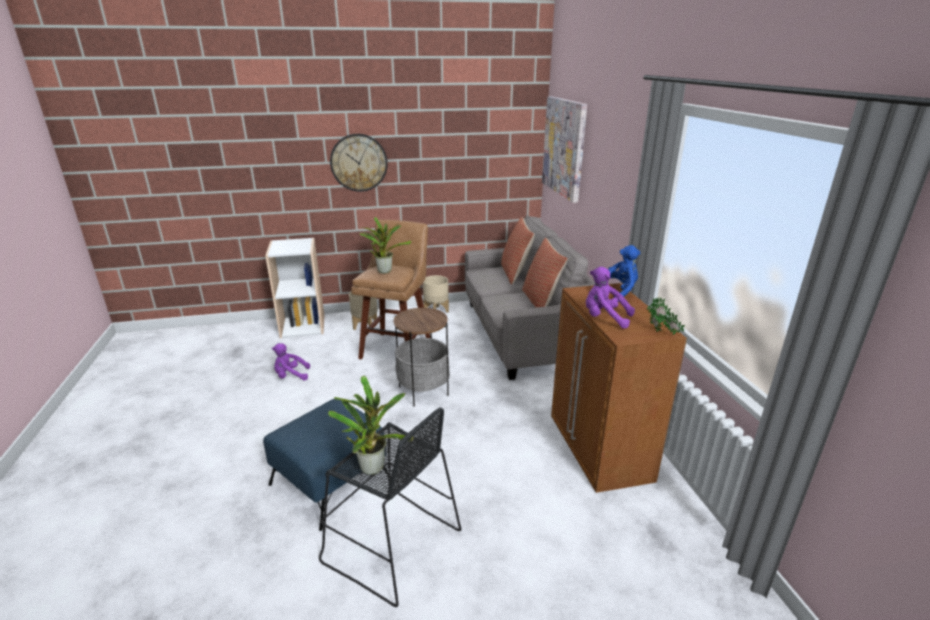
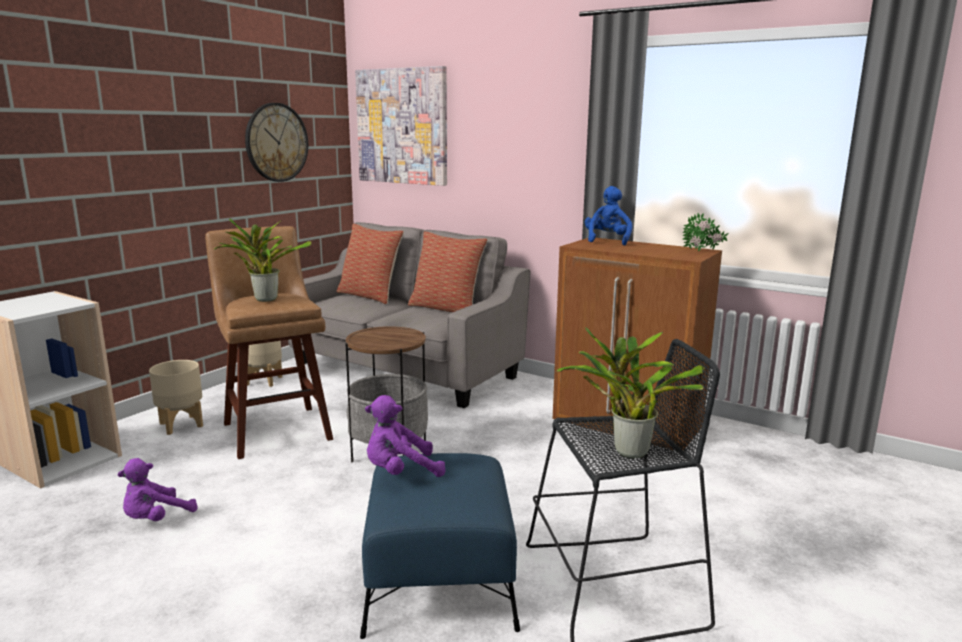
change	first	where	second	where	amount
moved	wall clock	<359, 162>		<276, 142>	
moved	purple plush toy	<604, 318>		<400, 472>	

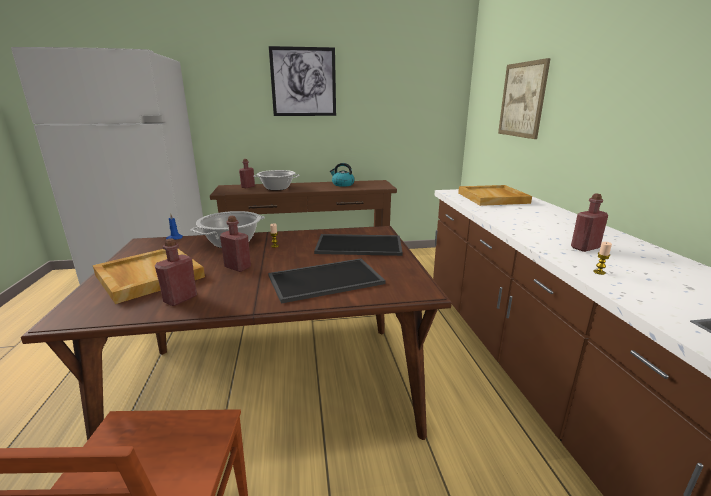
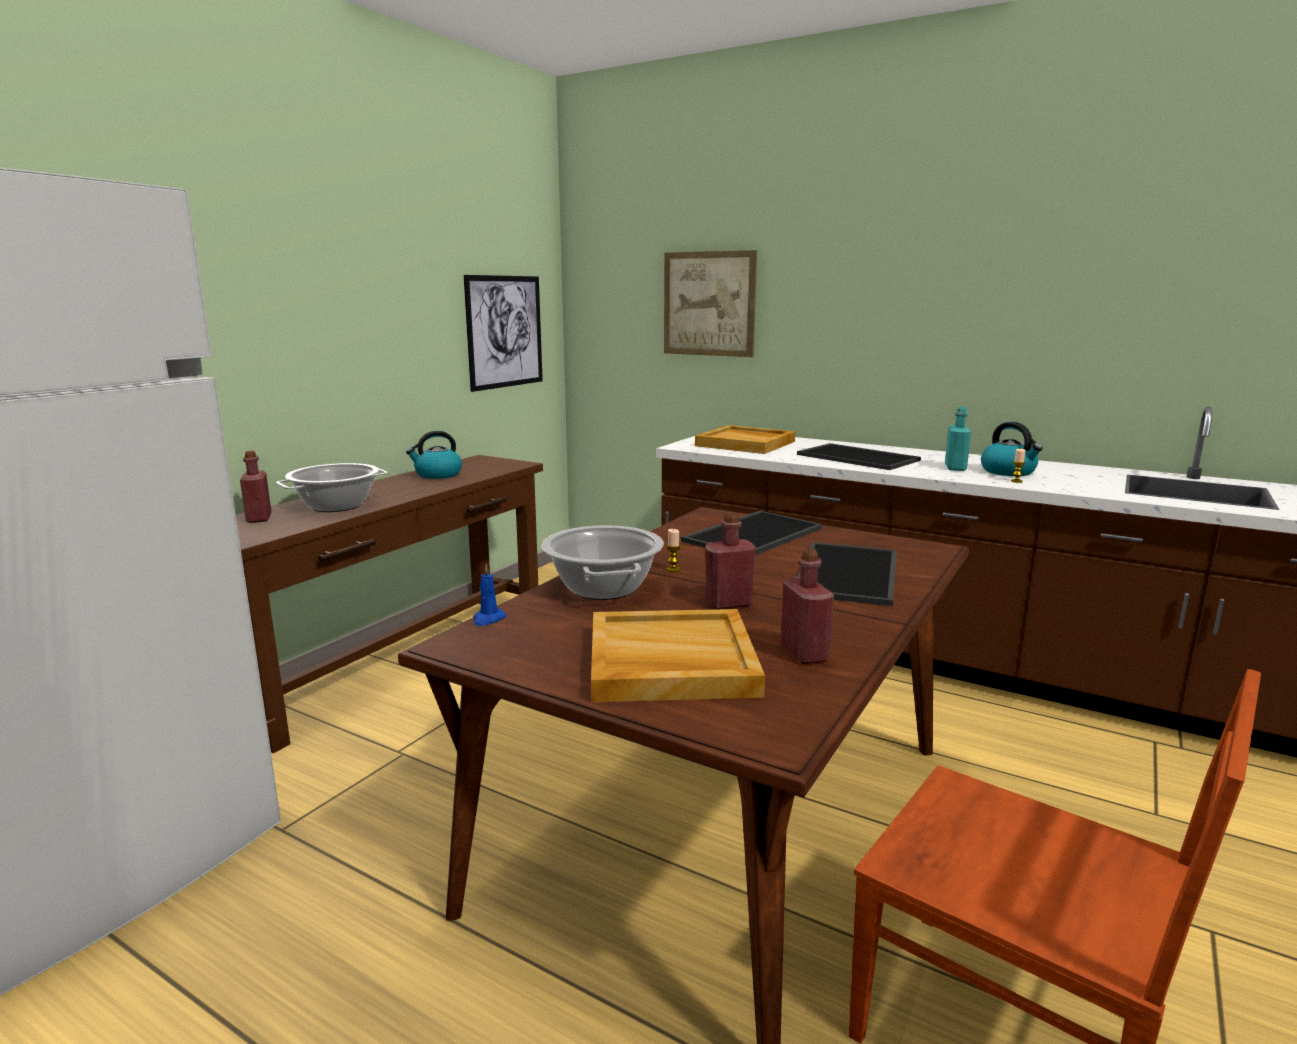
change	first	where	second	where	amount
added			tray	<859, 457>	
added			kettle	<1009, 472>	
moved	picture	<303, 82>		<505, 331>	
recoloured	red bottle	<585, 248>	turquoise bottle	<955, 468>	

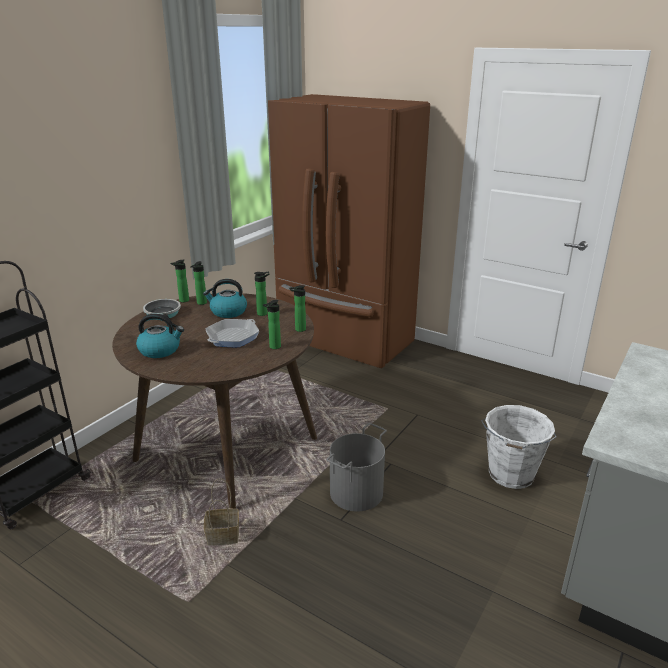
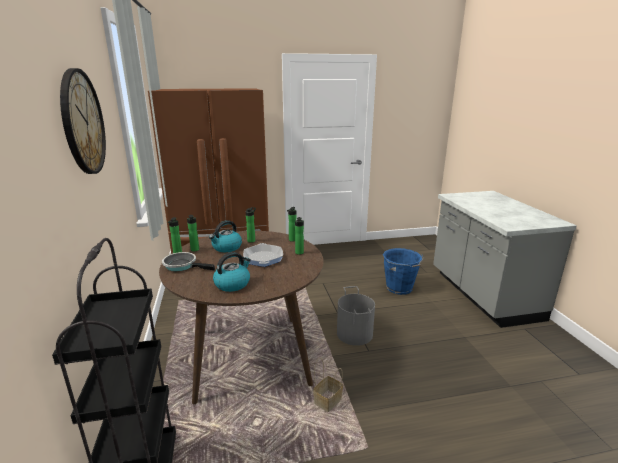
change	first	where	second	where	amount
added			wall clock	<82, 123>	
recoloured	white bucket	<510, 475>	blue bucket	<399, 288>	

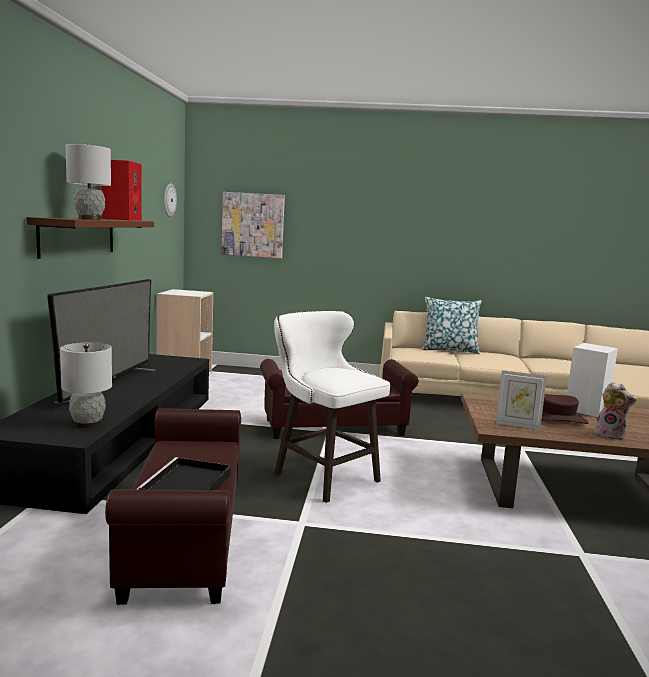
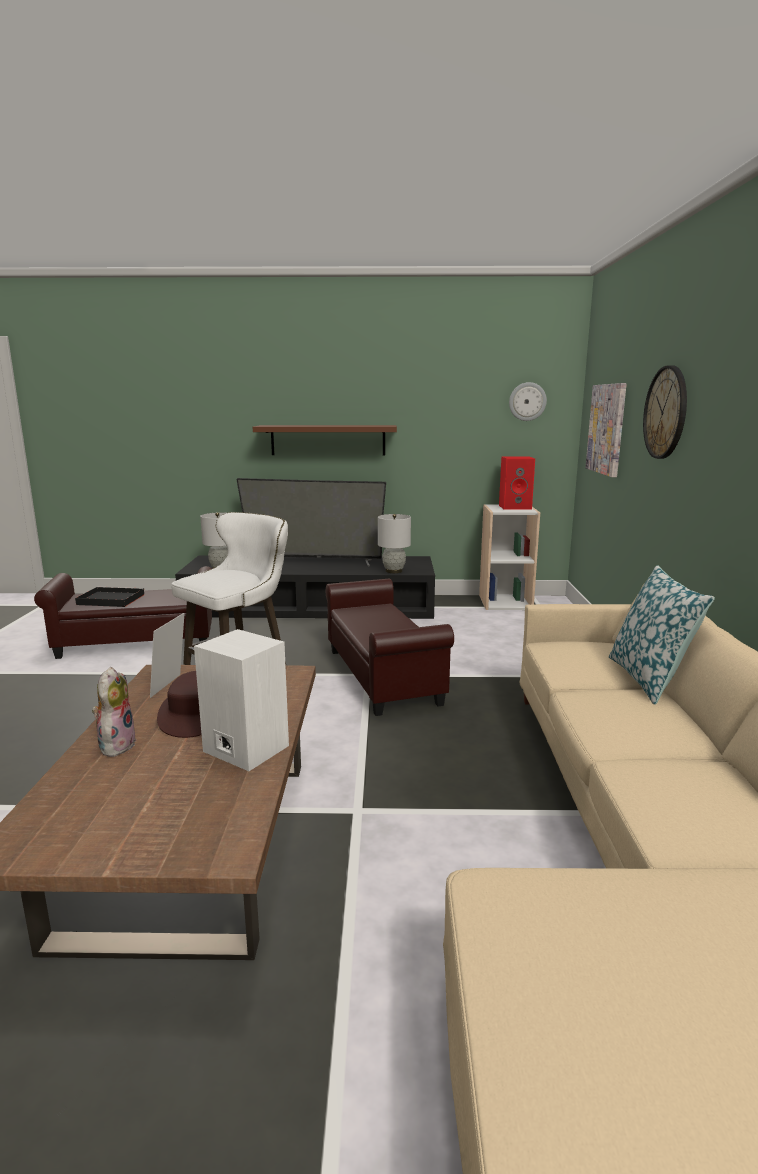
change	first	where	second	where	amount
added			wall clock	<666, 412>	
moved	white table lamp	<89, 219>		<393, 571>	
moved	red speaker	<121, 219>		<515, 507>	
turned	plush toy	<610, 435>		<116, 745>	150 degrees clockwise

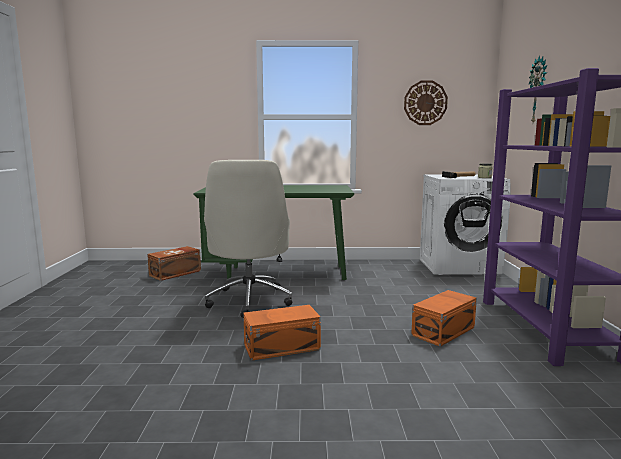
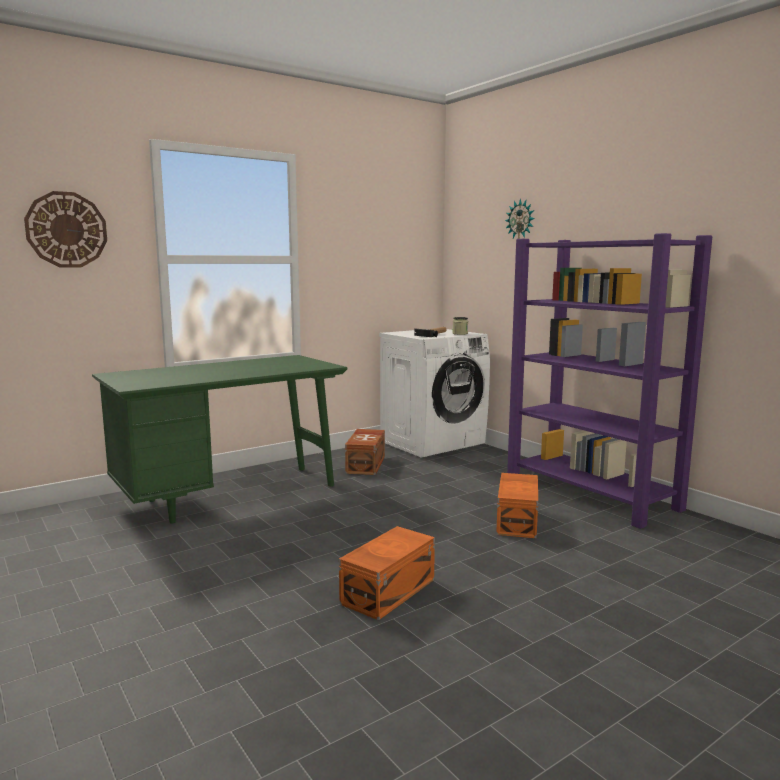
change	first	where	second	where	amount
removed	beige office chair	<249, 301>			
moved	brown storage box	<176, 273>		<366, 464>	
moved	wall clock	<425, 103>		<66, 230>	

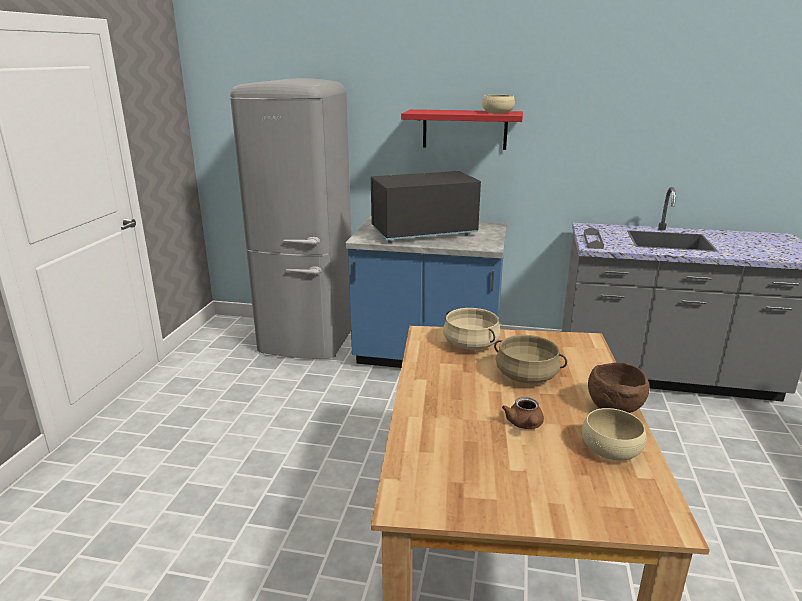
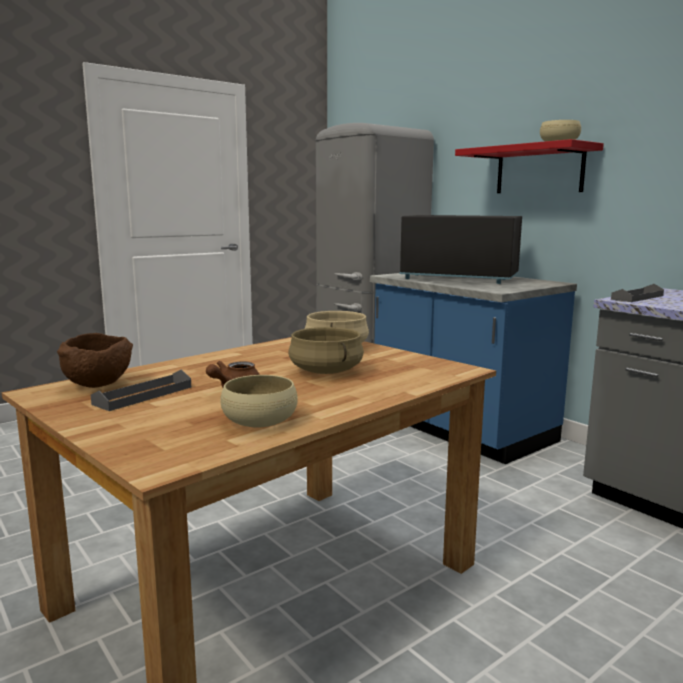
change	first	where	second	where	amount
added			grey tray	<143, 395>	
moved	brown bowl	<613, 407>		<99, 384>	

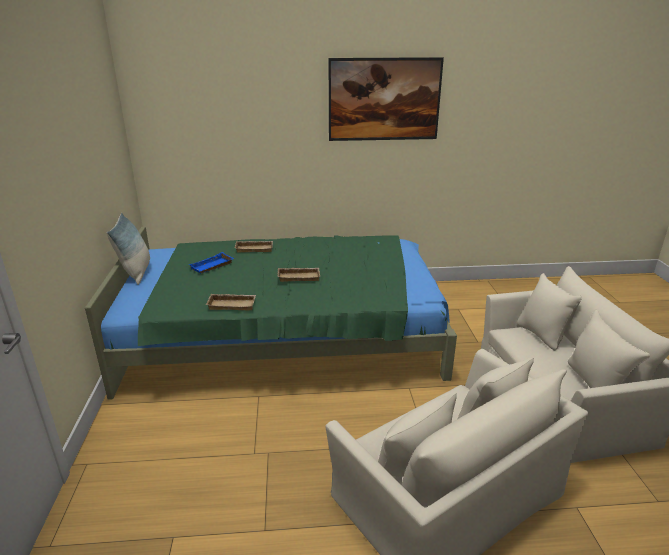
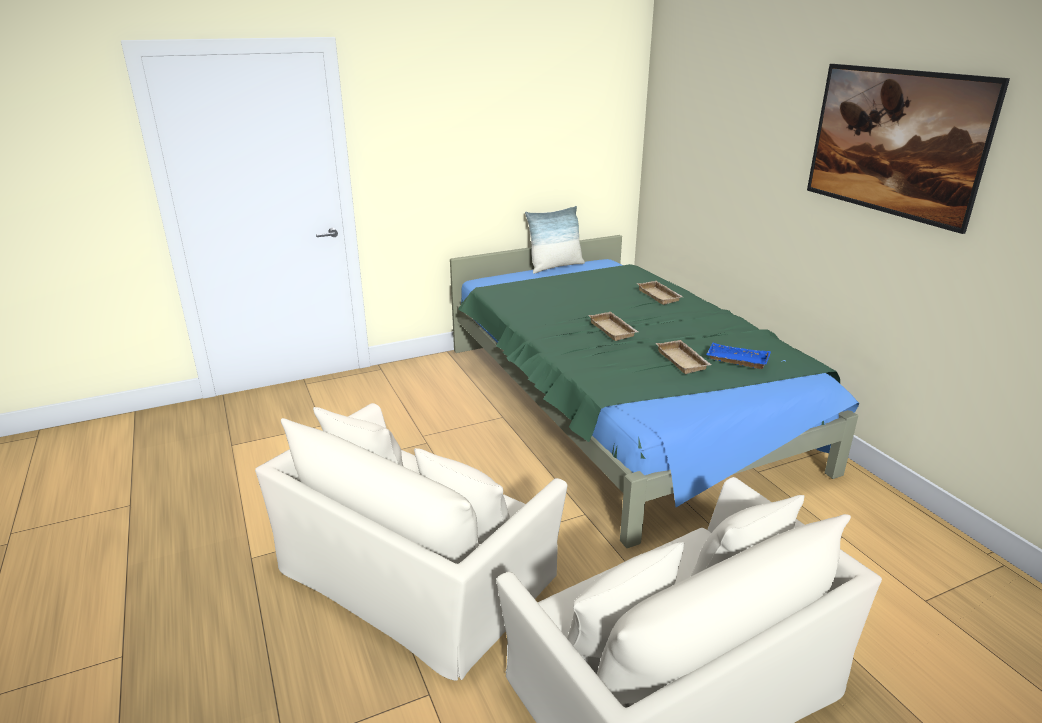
change	first	where	second	where	amount
moved	blue tray	<212, 266>		<736, 360>	
moved	beige tray	<232, 304>		<684, 361>	

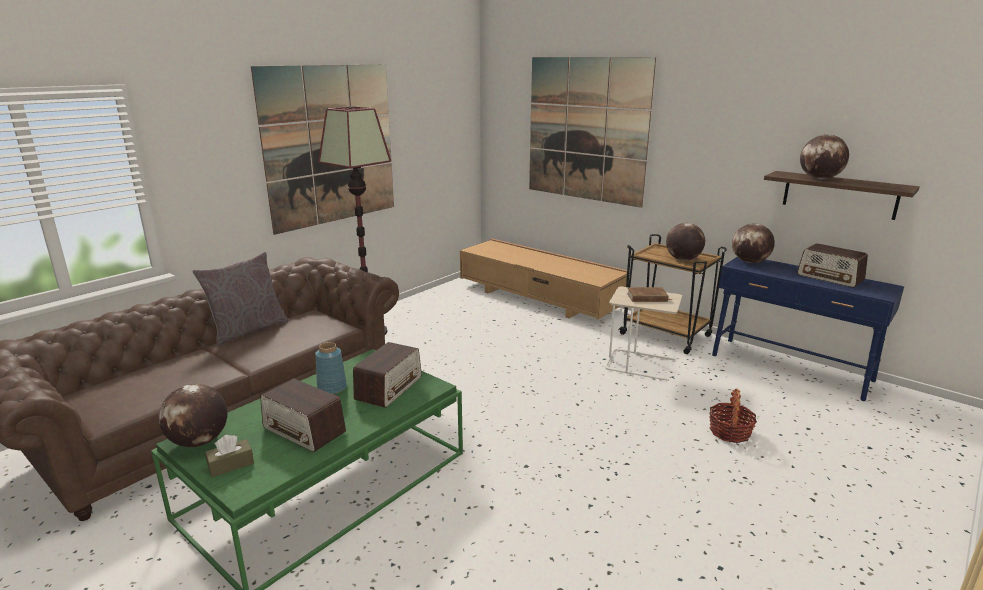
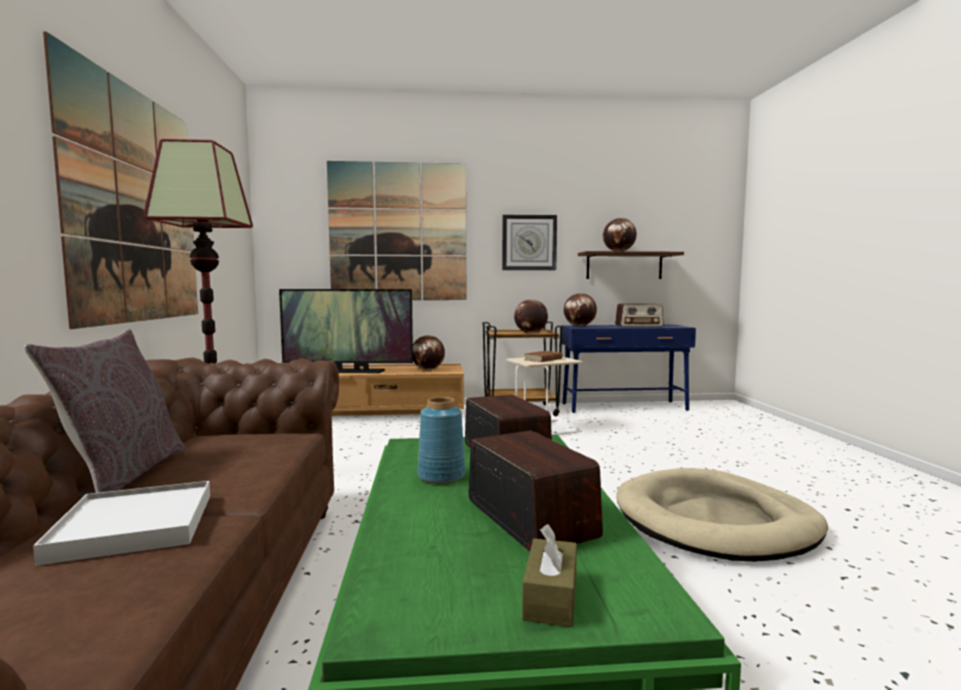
change	first	where	second	where	amount
removed	basket	<730, 432>			
added			white tray	<135, 526>	
added			television	<348, 371>	
added			wall clock	<529, 242>	
added			beige dog bed	<715, 521>	
moved	globe	<199, 442>		<428, 369>	
turned	radio	<304, 430>		<529, 517>	105 degrees counterclockwise

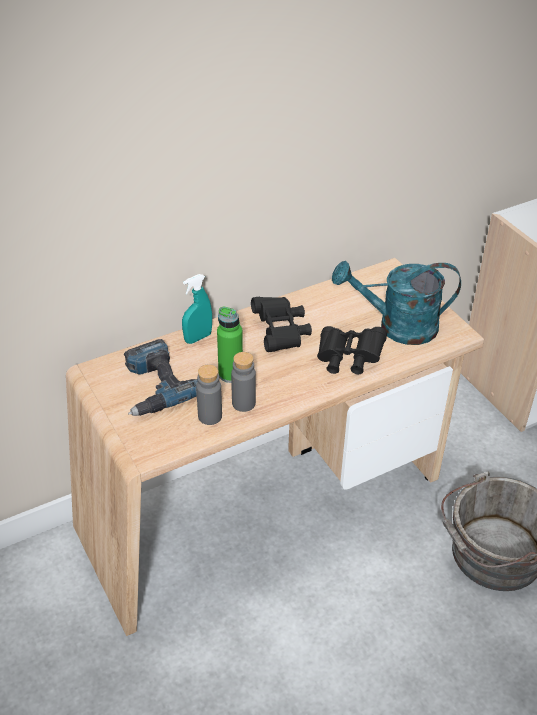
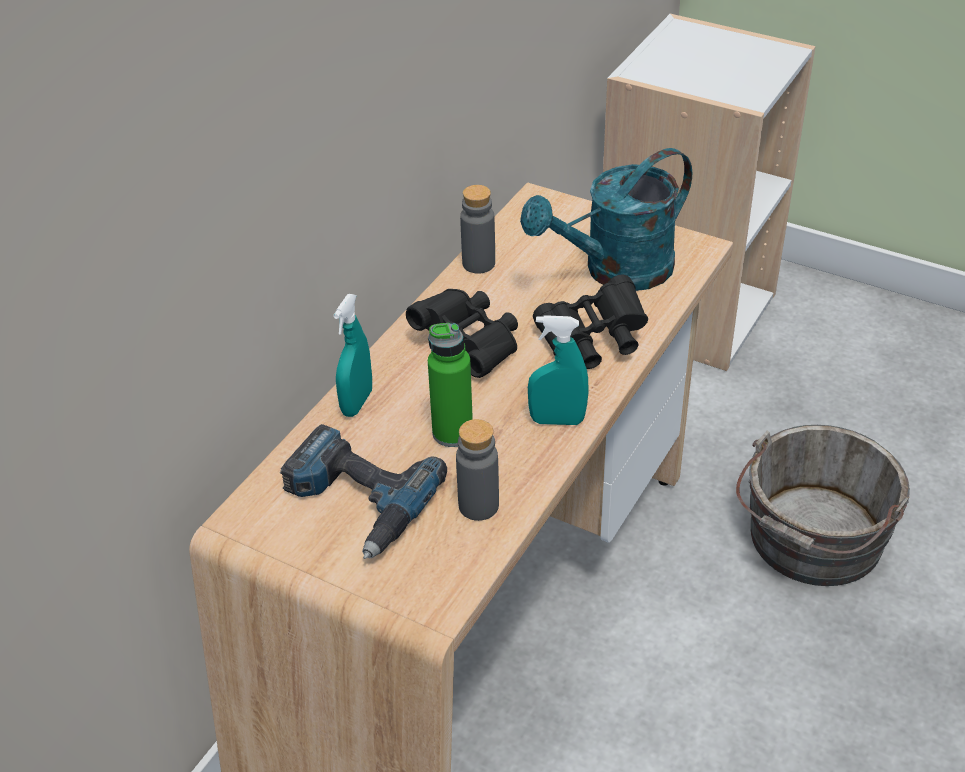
change	first	where	second	where	amount
added			turquoise spray bottle	<557, 420>	
moved	grey bottle	<243, 403>		<478, 263>	

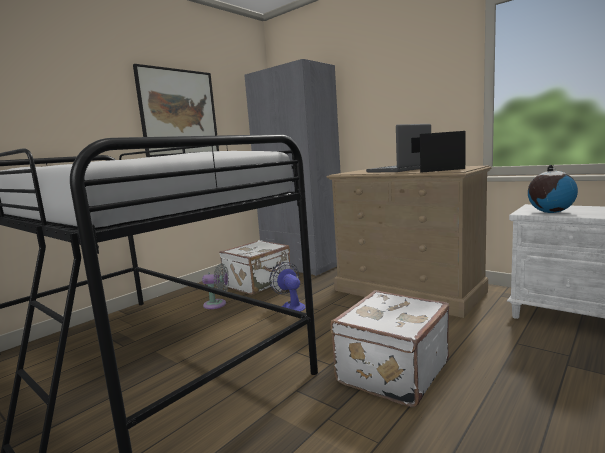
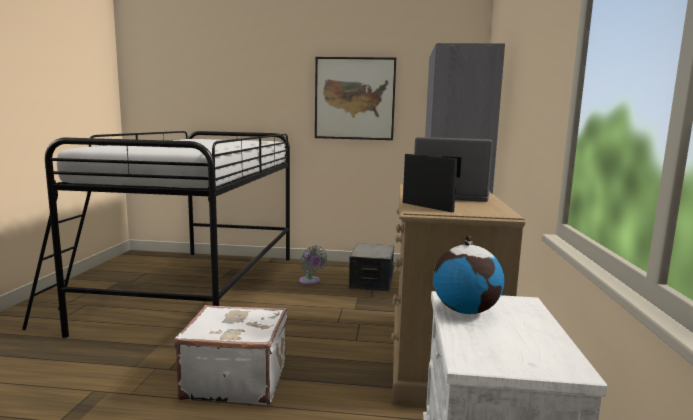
change	first	where	second	where	amount
removed	fan	<290, 306>			
replaced	white suitcase	<259, 283>	storage box	<372, 282>	

